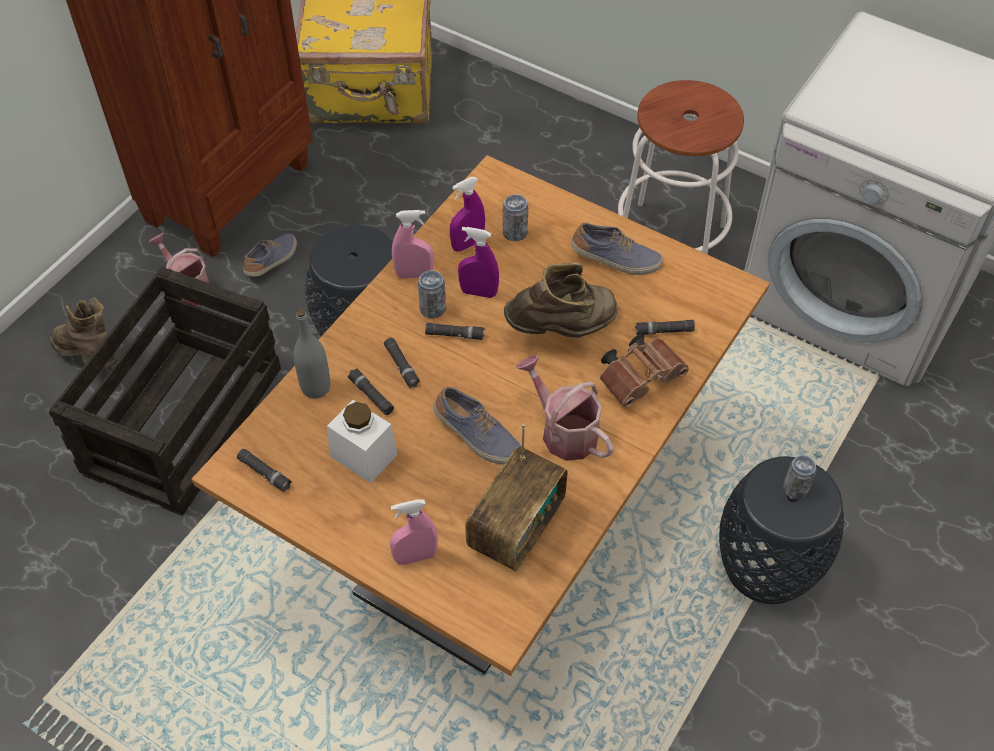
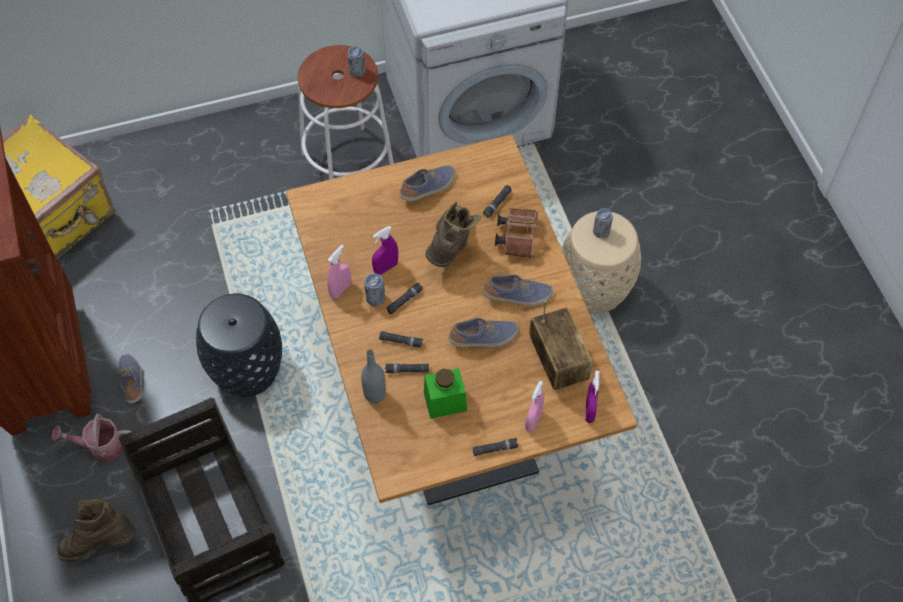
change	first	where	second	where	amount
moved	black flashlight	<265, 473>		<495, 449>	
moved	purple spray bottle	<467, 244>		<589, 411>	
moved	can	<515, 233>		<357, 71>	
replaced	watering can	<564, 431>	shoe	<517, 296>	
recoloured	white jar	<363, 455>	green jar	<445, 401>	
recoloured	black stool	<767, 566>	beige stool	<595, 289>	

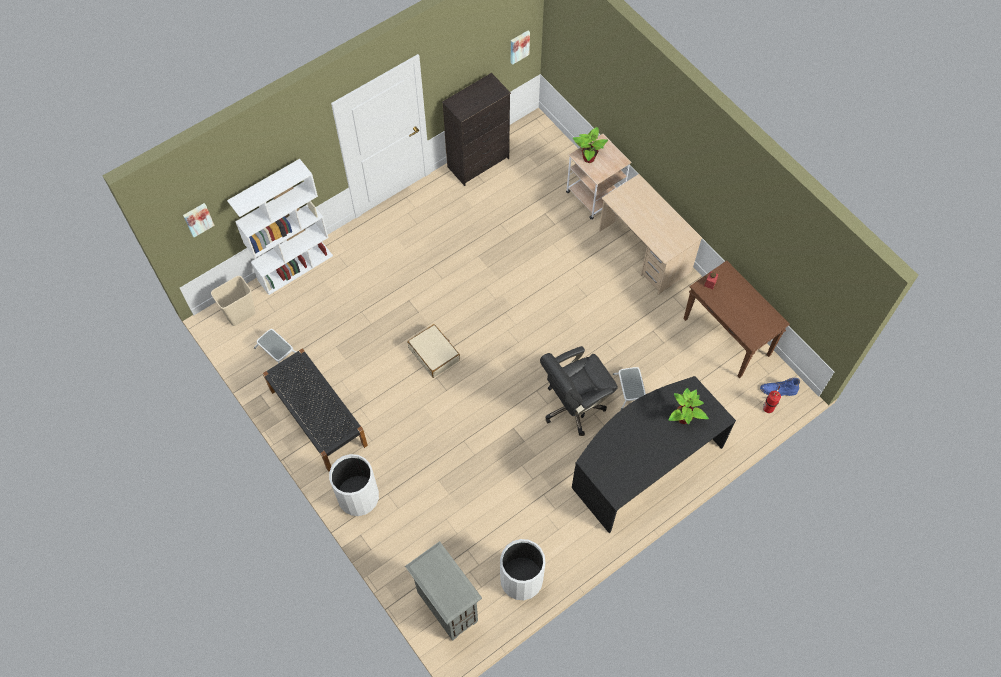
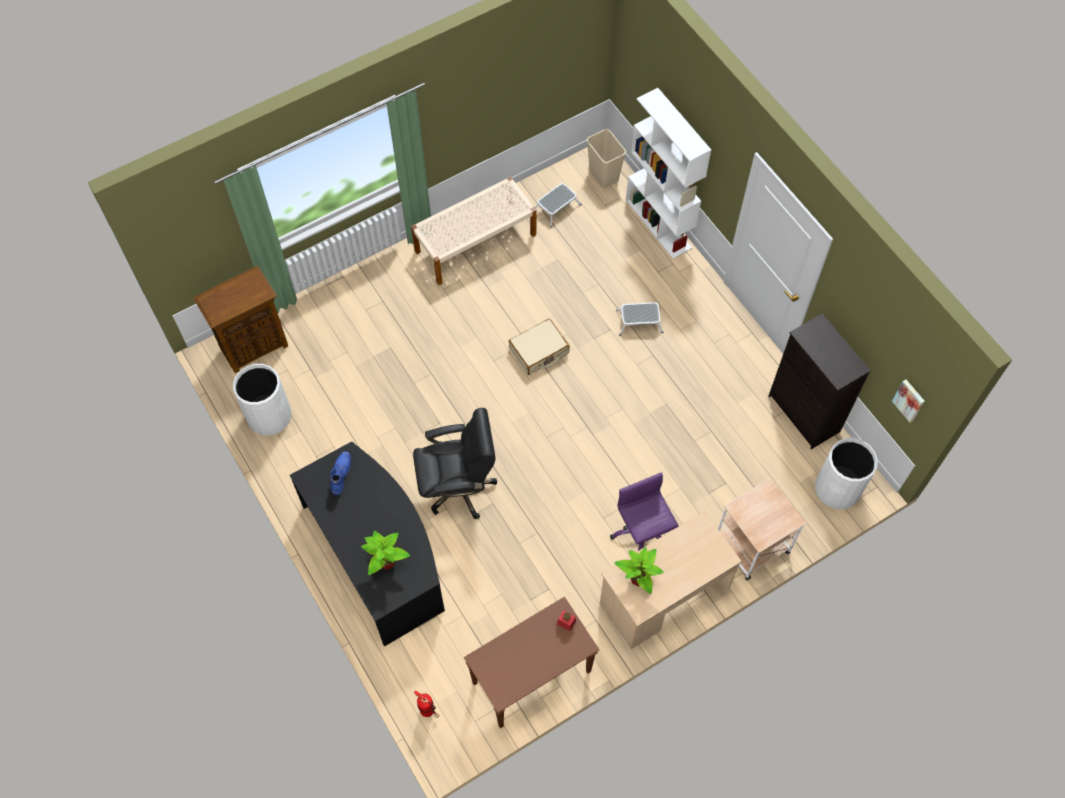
change	first	where	second	where	amount
removed	picture	<198, 219>			
added			purple office chair	<642, 534>	
moved	white trash can	<358, 496>		<837, 489>	
moved	potted plant	<589, 158>		<639, 578>	
moved	grey step ladder	<630, 389>		<639, 322>	
moved	blue boot	<778, 391>		<340, 473>	
recoloured	black bench	<318, 418>	beige bench	<475, 242>	
recoloured	grey cabinet	<446, 607>	brown cabinet	<255, 347>	
turned	black office chair	<574, 406>		<458, 489>	105 degrees clockwise

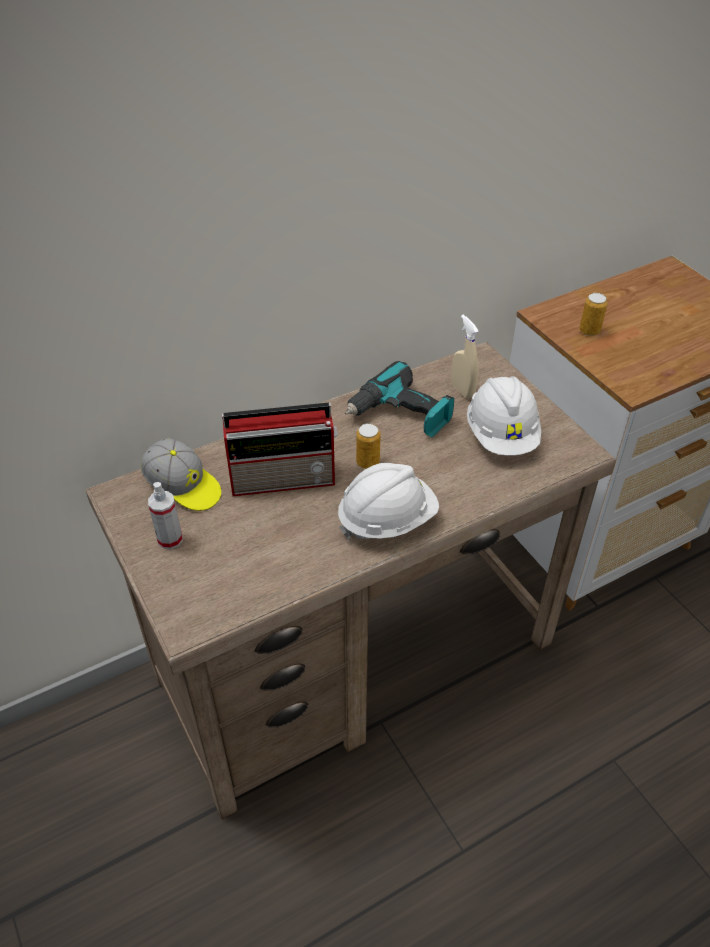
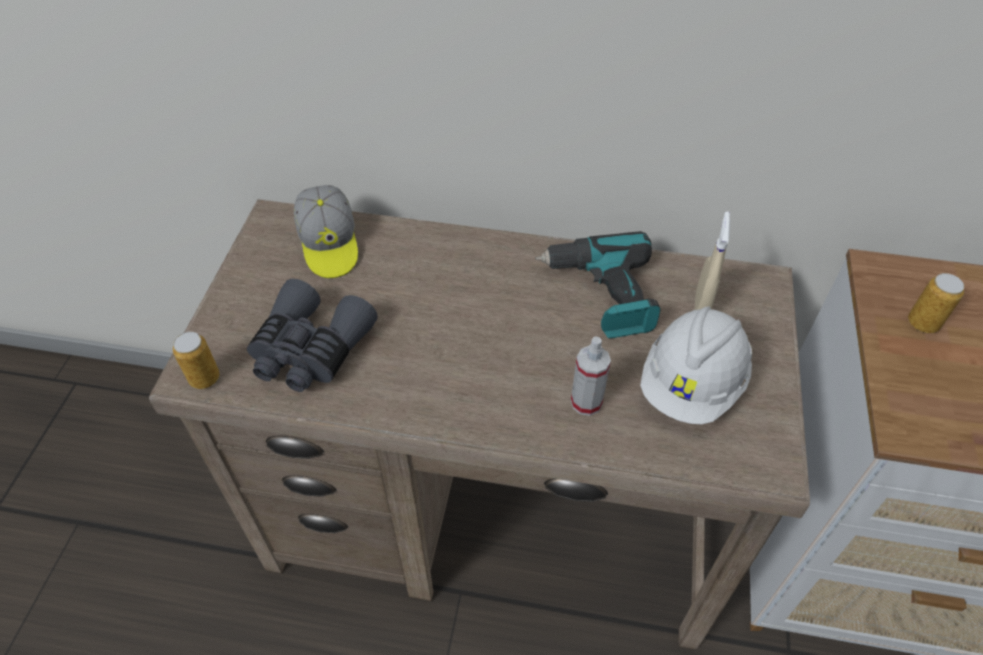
change	first	where	second	where	amount
removed	radio	<285, 478>			
removed	white hard hat	<387, 520>			
added			grey binoculars	<310, 350>	
moved	spray bottle	<170, 539>		<586, 402>	
moved	can	<368, 462>		<204, 378>	

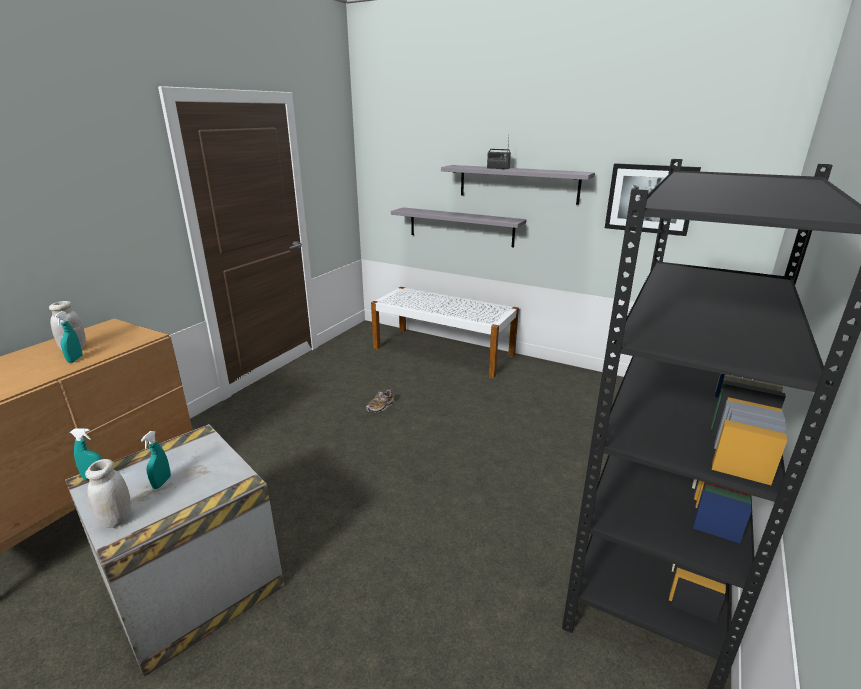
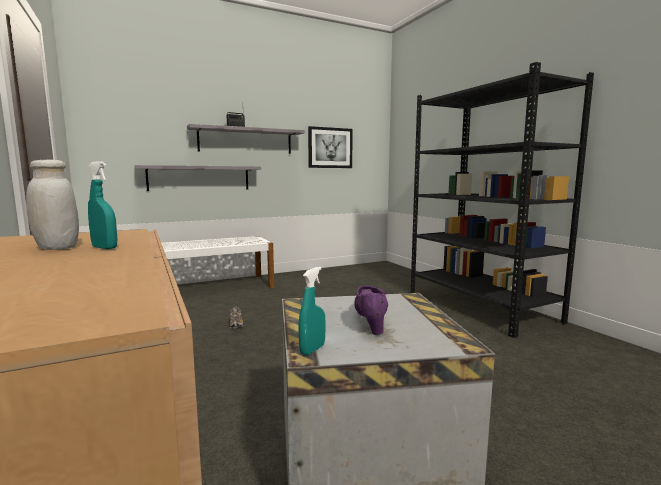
change	first	where	second	where	amount
removed	white jar	<117, 519>			
replaced	turquoise spray bottle	<162, 482>	purple shoe	<370, 321>	

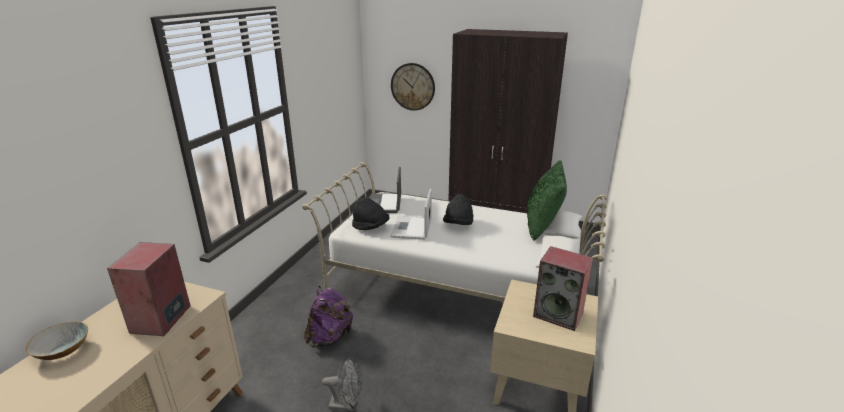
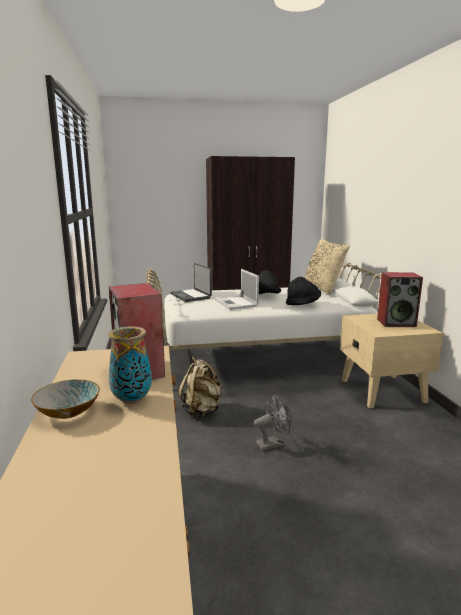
change	first	where	second	where	amount
removed	wall clock	<413, 86>			
added			vase	<131, 400>	
moved	black hat	<370, 227>		<303, 303>	
recoloured	purple backpack	<329, 337>	beige backpack	<202, 410>	
recoloured	green pillow	<542, 228>	beige pillow	<323, 290>	

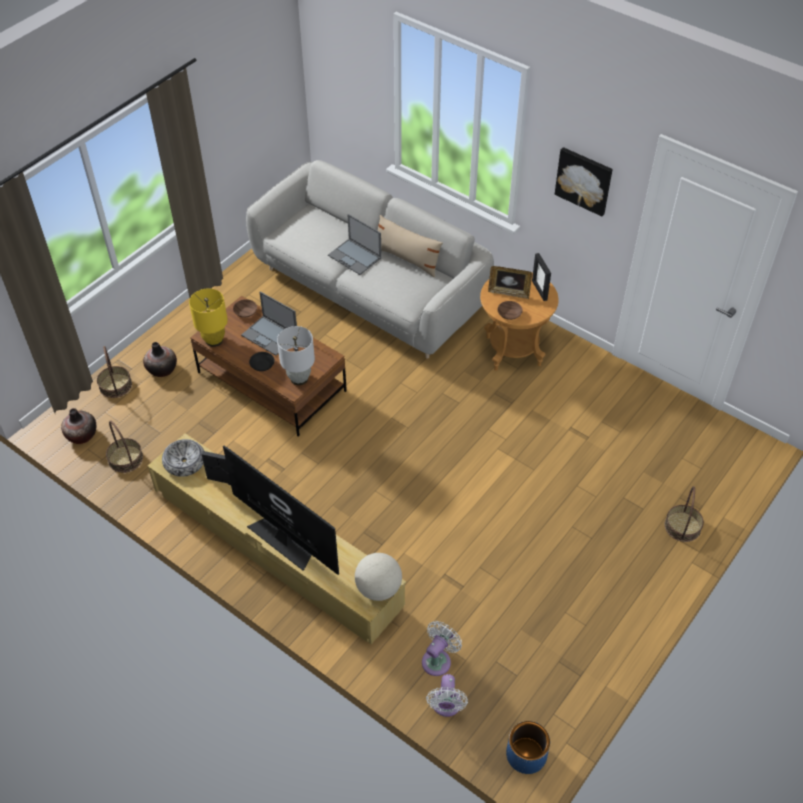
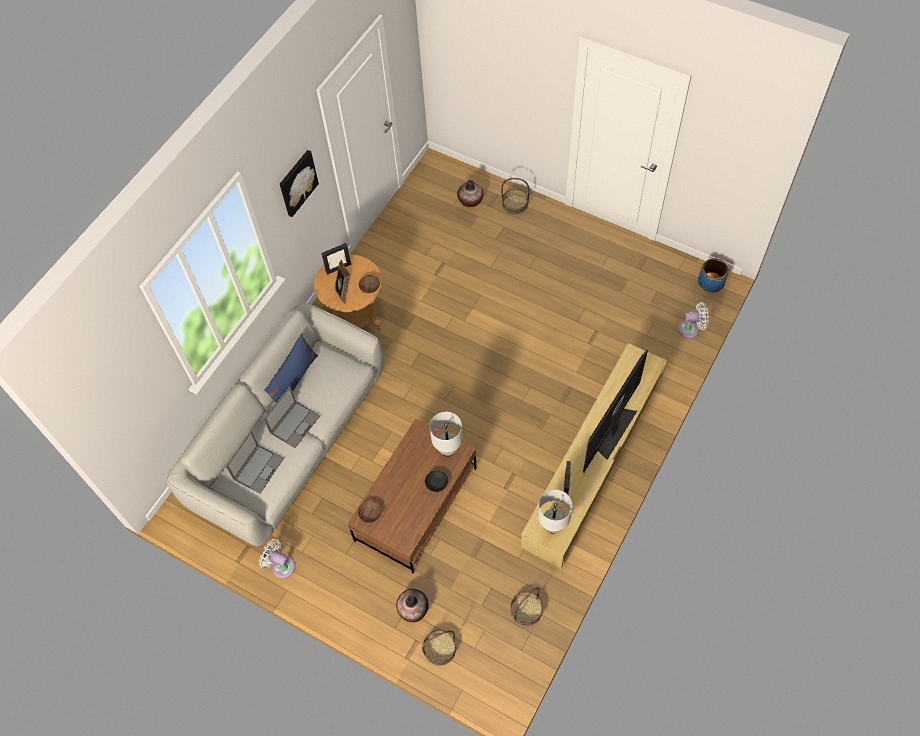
change	first	where	second	where	amount
removed	yellow table lamp	<214, 340>			
removed	globe	<378, 588>			
moved	vase	<82, 435>		<470, 201>	
moved	laptop	<270, 335>		<259, 468>	
moved	white fan	<438, 659>		<281, 566>	
replaced	bowl	<184, 462>	white table lamp	<552, 525>	
recoloured	beige pillow	<407, 259>	blue pillow	<294, 380>	

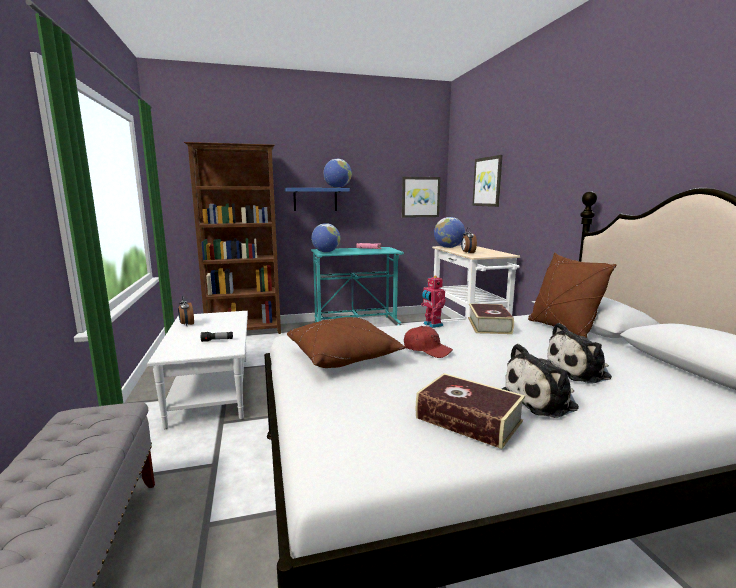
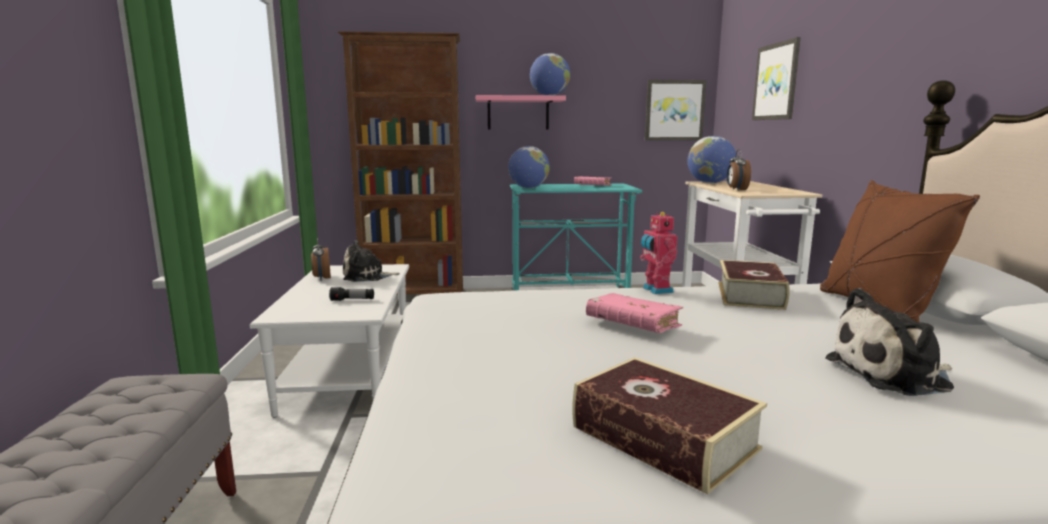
change	first	where	second	where	amount
removed	brown pillow	<344, 357>			
moved	plush toy	<542, 400>		<367, 277>	
replaced	red cap	<427, 350>	pink book	<632, 324>	
recoloured	blue shelf	<315, 199>	pink shelf	<518, 113>	

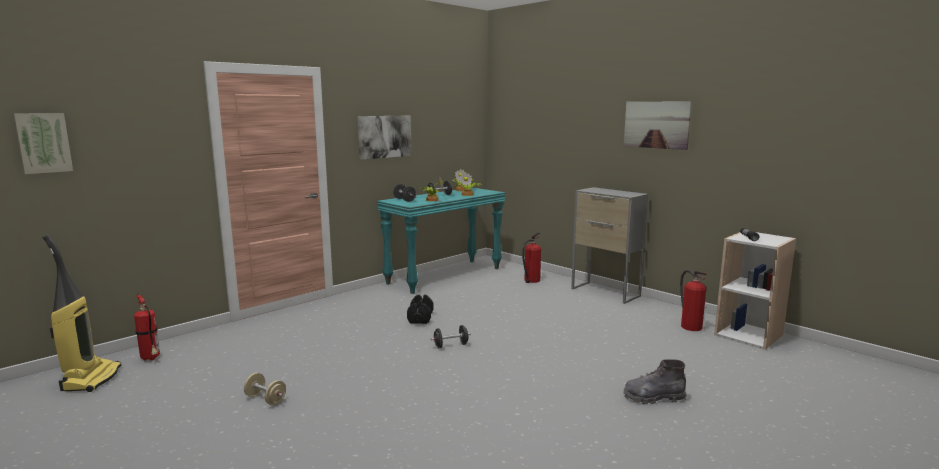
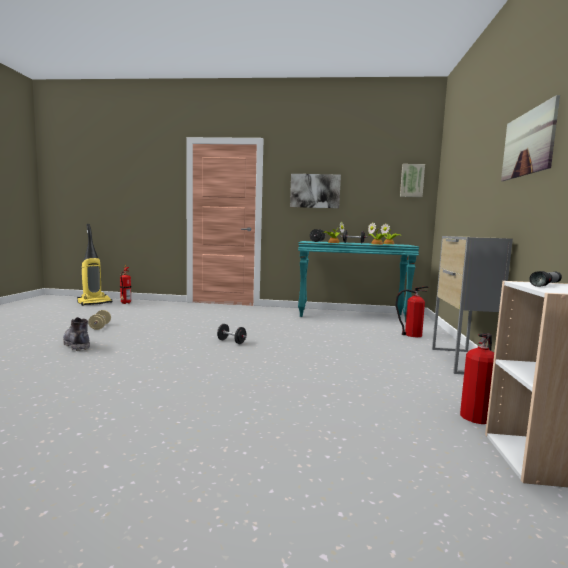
change	first	where	second	where	amount
removed	black dumbbell	<420, 318>			
moved	picture	<43, 143>		<412, 180>	
moved	grey boot	<653, 397>		<77, 345>	

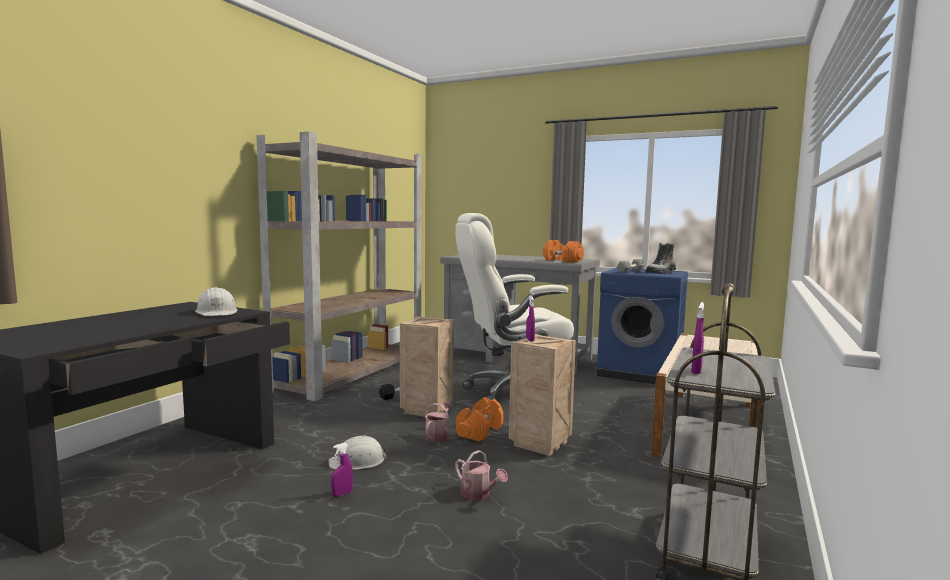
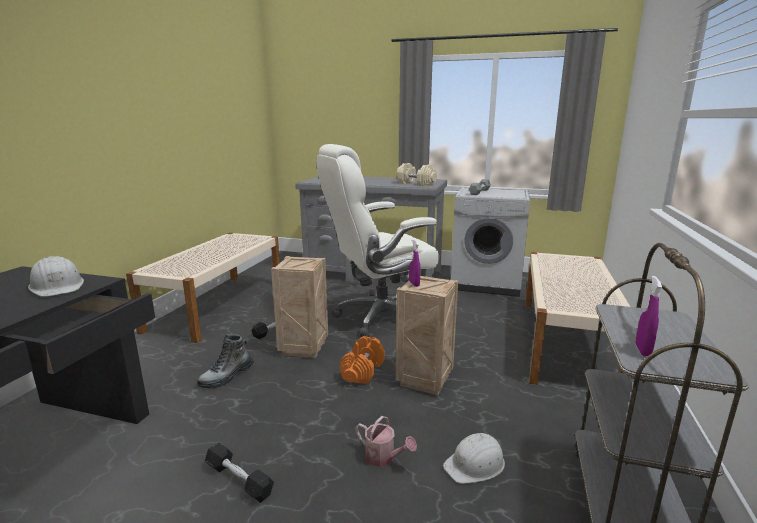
change	first	where	second	where	amount
removed	watering can	<438, 435>			
moved	white hard hat	<357, 461>		<475, 464>	
moved	boot	<661, 273>		<227, 376>	
replaced	brown bookcase	<352, 372>	beige bench	<217, 305>	
replaced	purple spray bottle	<342, 494>	black dumbbell	<239, 479>	
recoloured	orange dumbbell	<562, 261>	beige dumbbell	<415, 183>	
recoloured	blue washing machine	<639, 373>	white washing machine	<486, 284>	

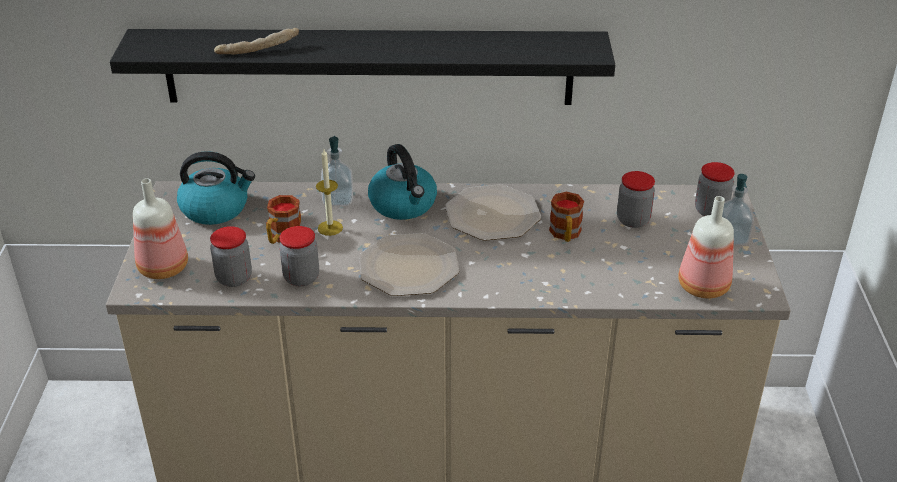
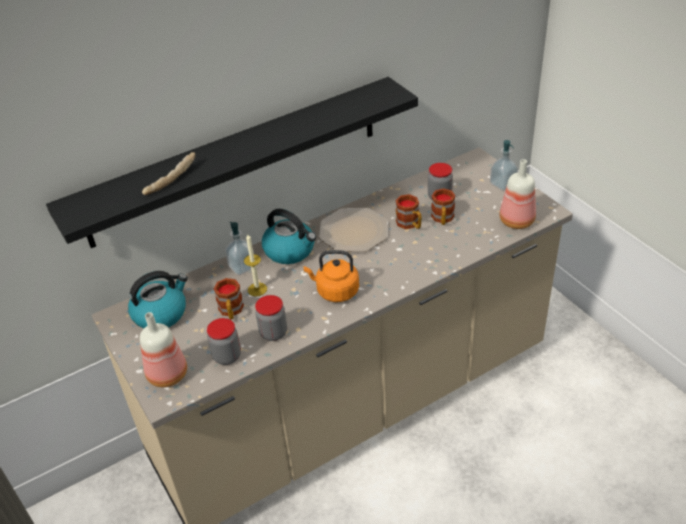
change	first	where	second	where	amount
removed	jar	<710, 211>			
added			mug	<442, 219>	
replaced	plate	<407, 266>	orange kettle	<335, 291>	

